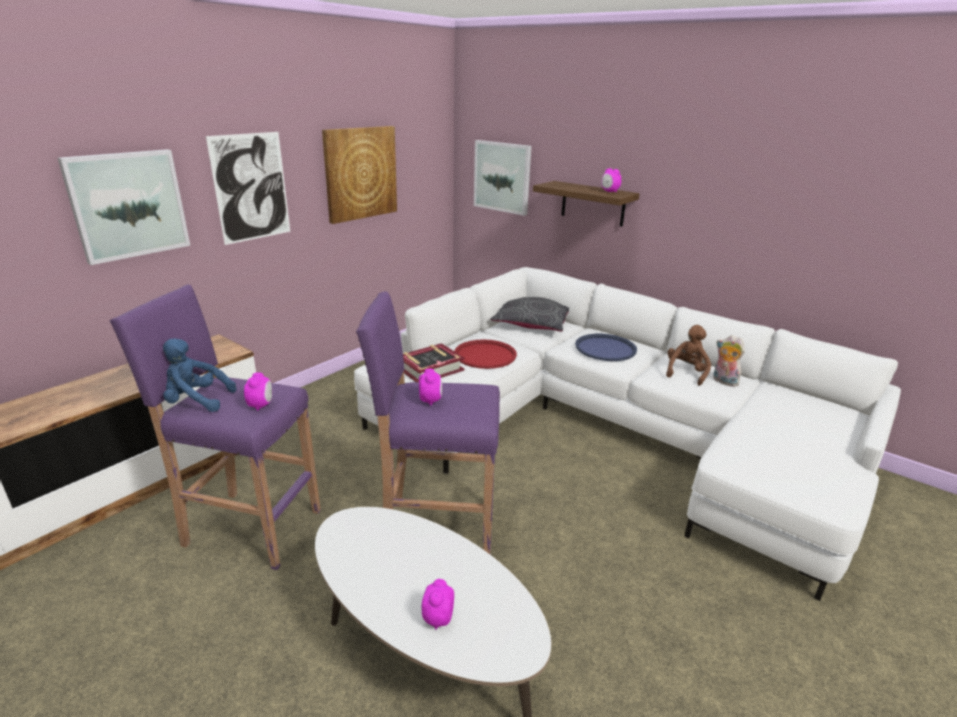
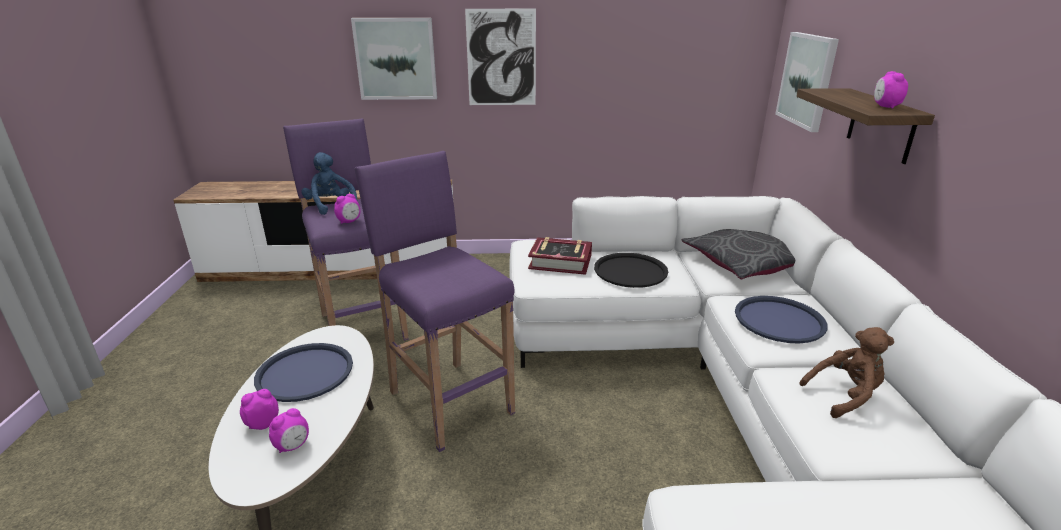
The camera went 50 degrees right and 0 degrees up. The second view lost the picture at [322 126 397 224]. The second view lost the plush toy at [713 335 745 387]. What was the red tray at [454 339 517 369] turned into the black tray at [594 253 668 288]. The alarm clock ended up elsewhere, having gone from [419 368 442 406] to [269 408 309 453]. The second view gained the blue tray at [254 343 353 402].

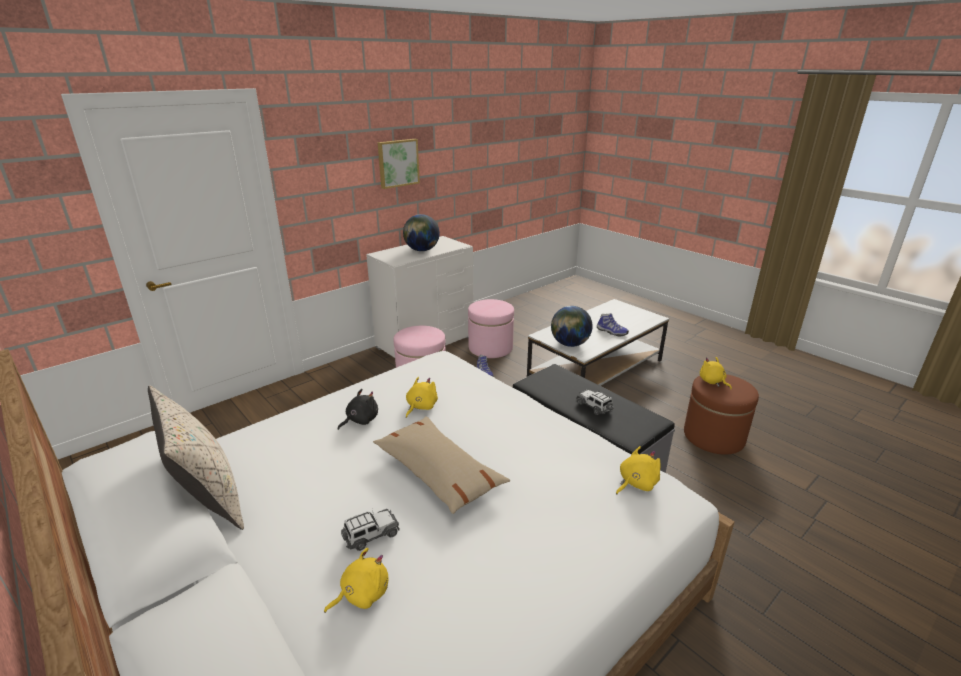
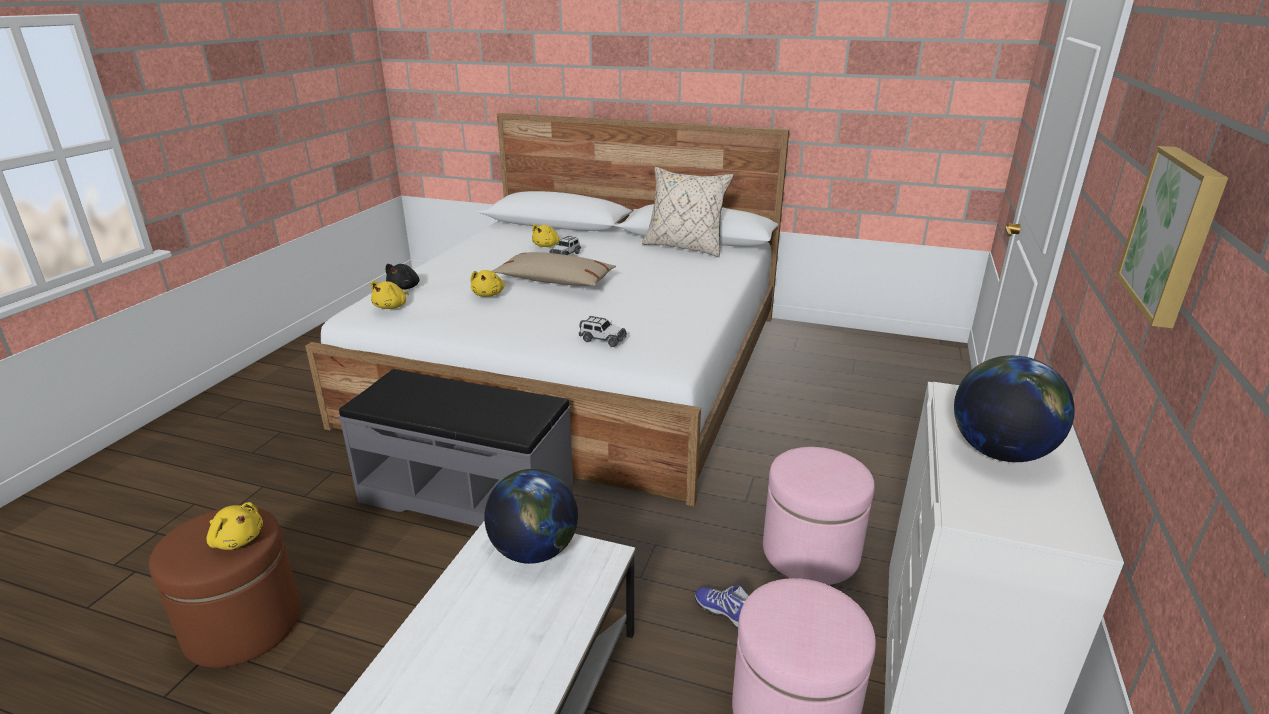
The camera went 150 degrees right and 0 degrees up. The second view lost the shoe at [597 313 629 337]. The yellow plush toy ended up elsewhere, having gone from [406 377 438 418] to [470 270 504 297]. The black plush toy ended up elsewhere, having gone from [337 389 378 430] to [386 264 419 290]. The toy car ended up elsewhere, having gone from [576 389 613 415] to [579 316 627 347].

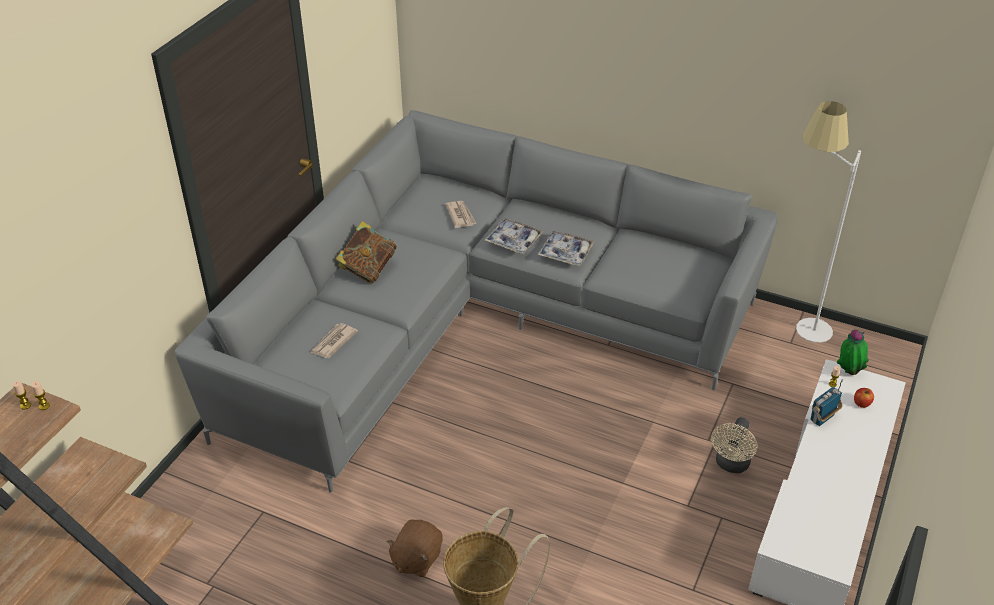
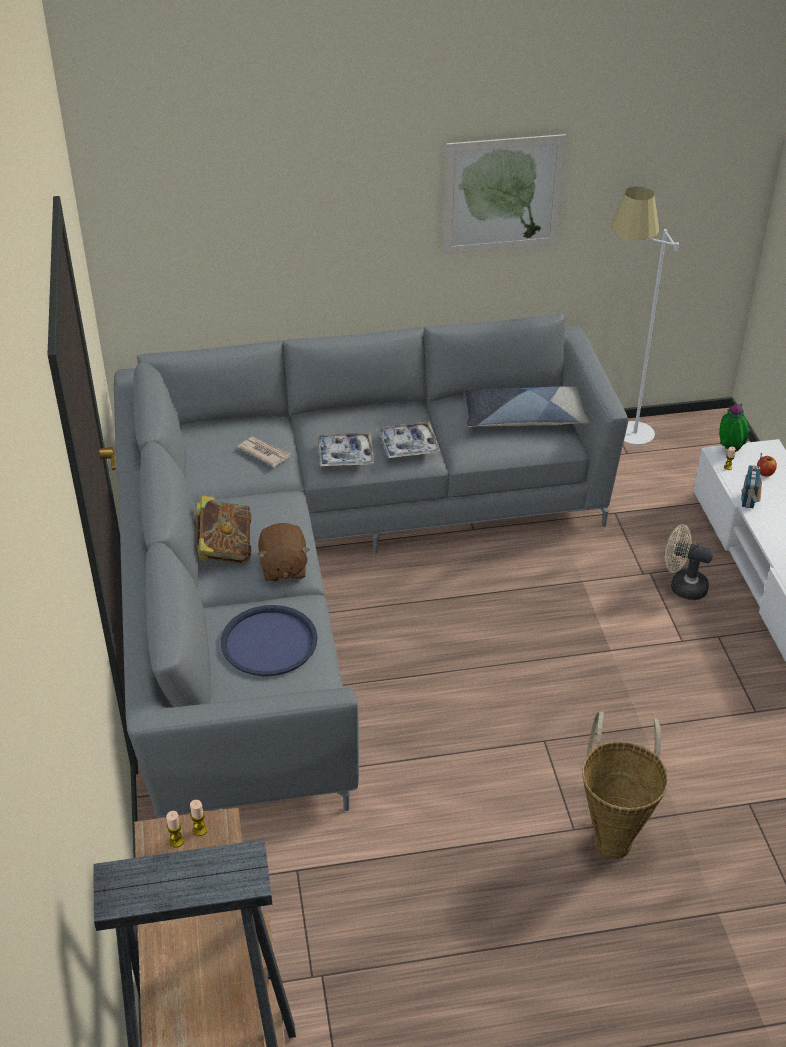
The camera went 35 degrees left and 0 degrees up. Where the newspaper stood at [311 323 358 358], the blue tray came to stand at [220 605 318 676]. The beige fan at [711 417 757 473] ended up facing another way, 120 degrees clockwise from before. The brown plush toy ended up elsewhere, having gone from [386 520 443 577] to [257 523 310 582]. The second view gained the picture at [443 134 567 255]. The second view gained the pillow at [464 386 589 427].

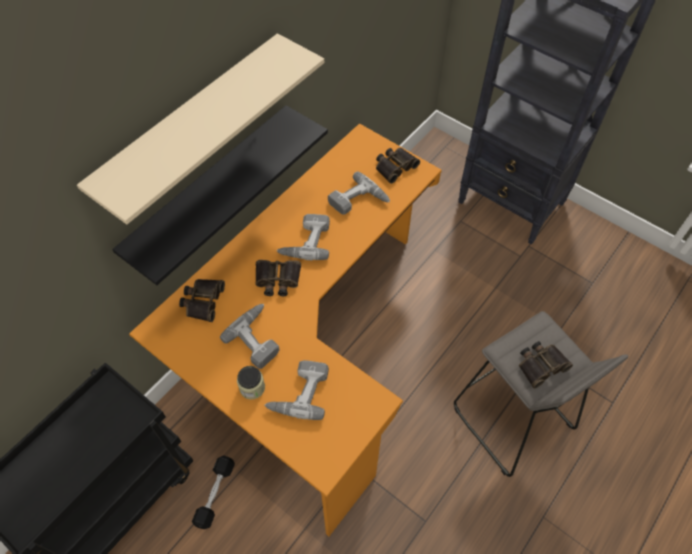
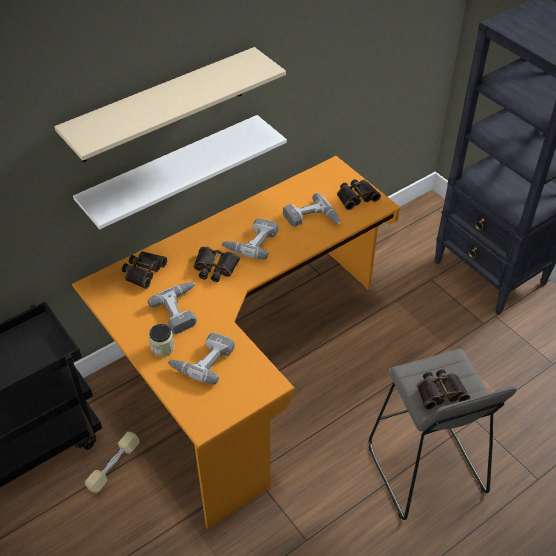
The camera went 15 degrees right and 10 degrees down. What was the black shelf at [112 105 328 285] turned into the white shelf at [73 115 287 229]. What was the black dumbbell at [192 455 235 529] turned into the beige dumbbell at [85 432 140 493].

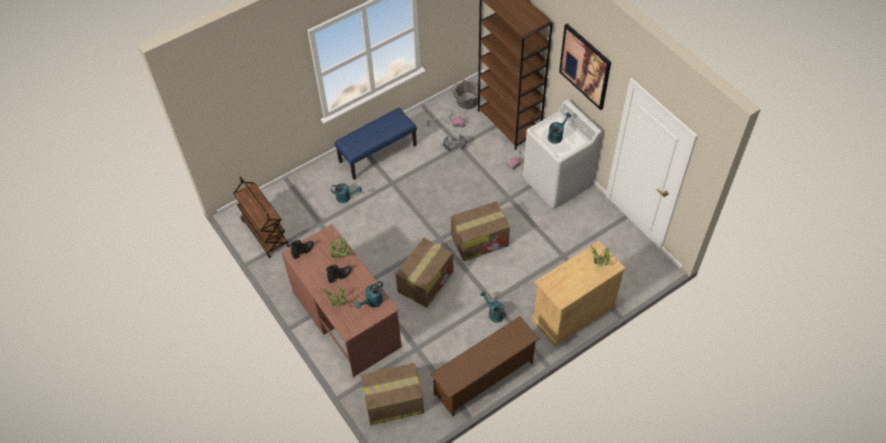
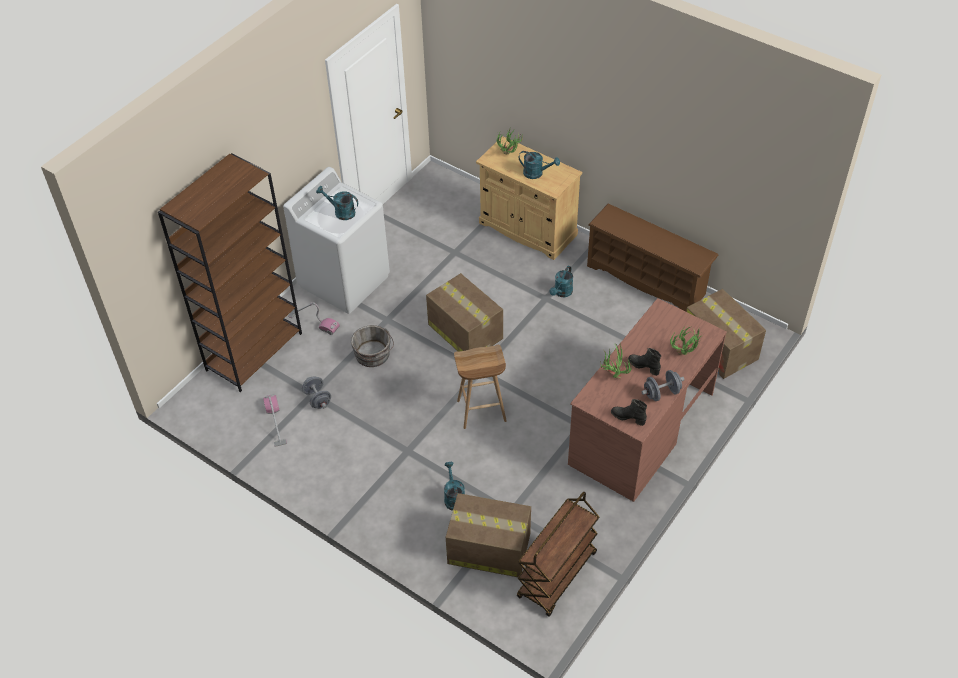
The camera went 110 degrees left and 5 degrees down. The second view lost the picture at [559 24 611 110]. The grey bucket ended up elsewhere, having gone from [452 80 481 109] to [351 325 394 367]. The second view lost the blue bench at [334 108 417 180]. The cardboard box ended up elsewhere, having gone from [396 237 454 308] to [446 493 531 577]. The turquoise watering can ended up elsewhere, having gone from [355 281 383 308] to [519 151 560 179]. The second view gained the brown stool at [454 345 507 429]. The second view gained the grey dumbbell at [641 370 685 401].

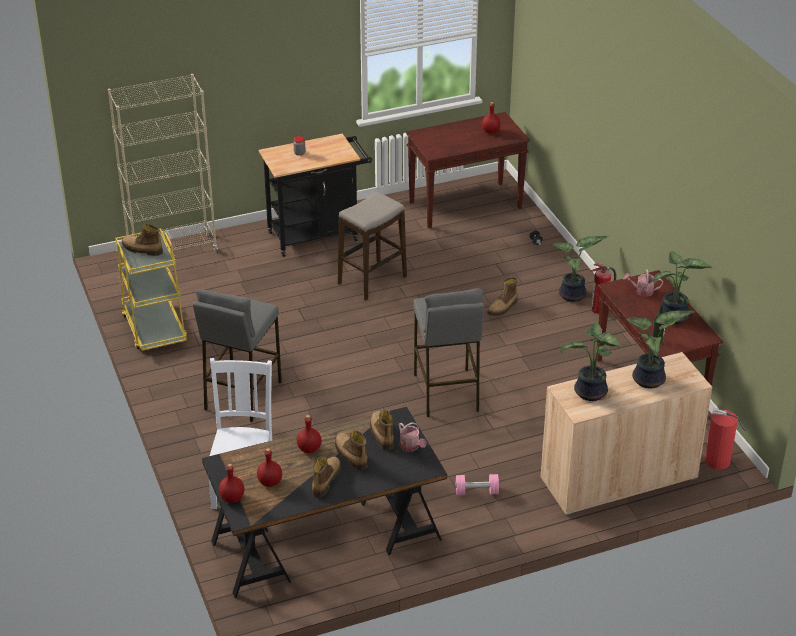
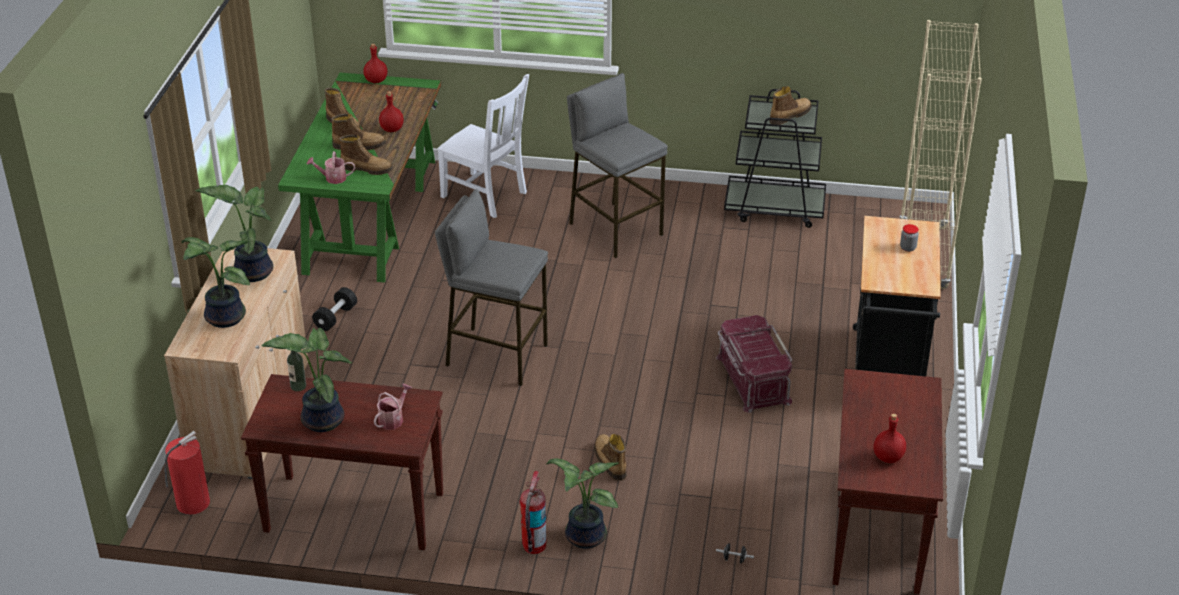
The camera went 120 degrees right and 0 degrees up. Where the stool stood at [338 192 407 301], the red storage box came to stand at [716 315 792 413]. What was the yellow cart at [116 229 187 351] turned into the black cart at [724 89 826 228]. What was the black desk at [202 407 447 598] turned into the green desk at [278 73 441 283]. The second view lost the red bottle at [257 448 282 487]. What was the pink dumbbell at [455 474 499 495] turned into the black dumbbell at [312 287 357 331].

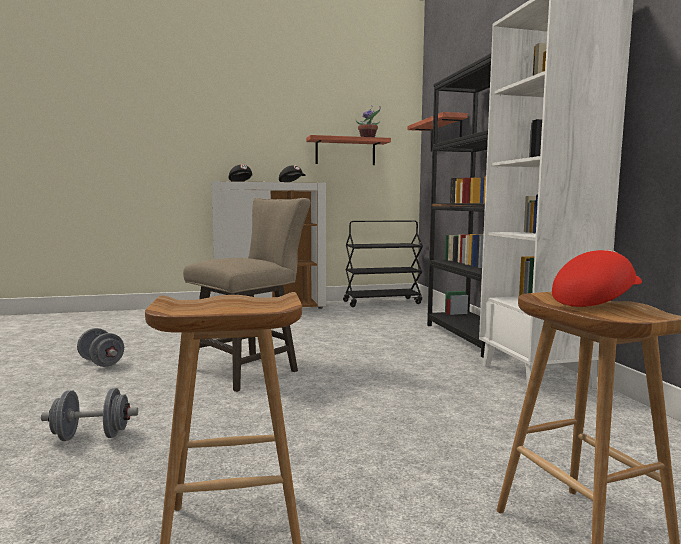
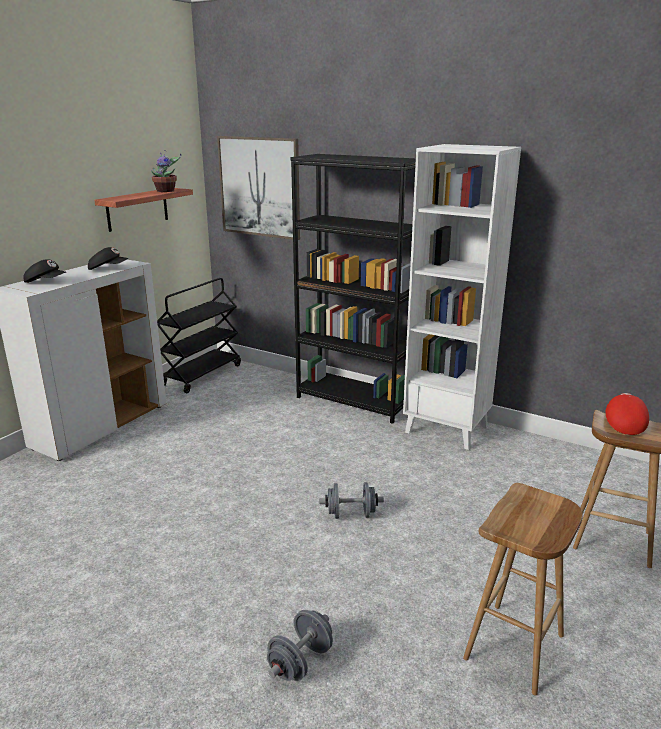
The camera went 45 degrees left and 15 degrees up. Where the shelf hung at [407 112 468 152], the picture came to hang at [217 136 300 240]. The second view lost the beige stool at [183 198 311 392]. The grey dumbbell ended up elsewhere, having gone from [77 328 124 367] to [319 482 384 519].

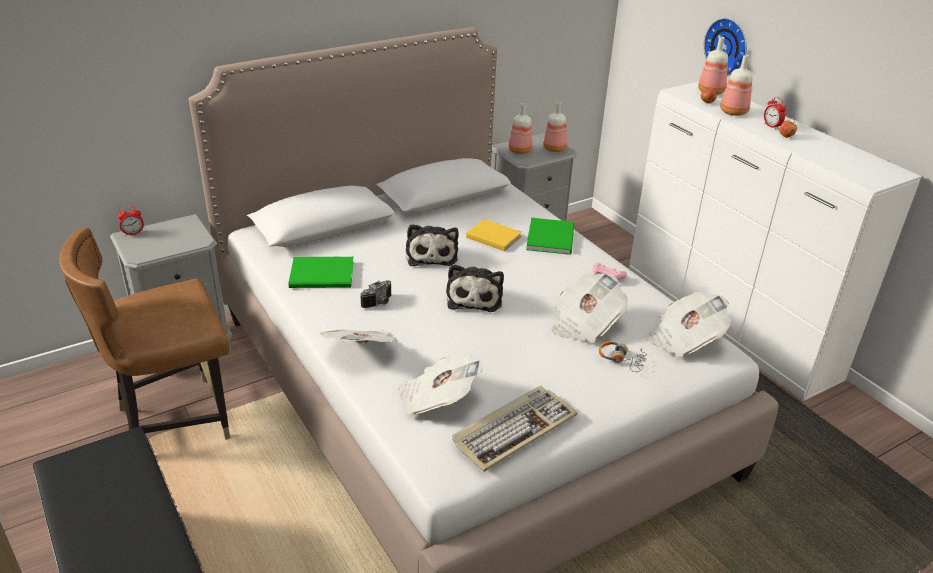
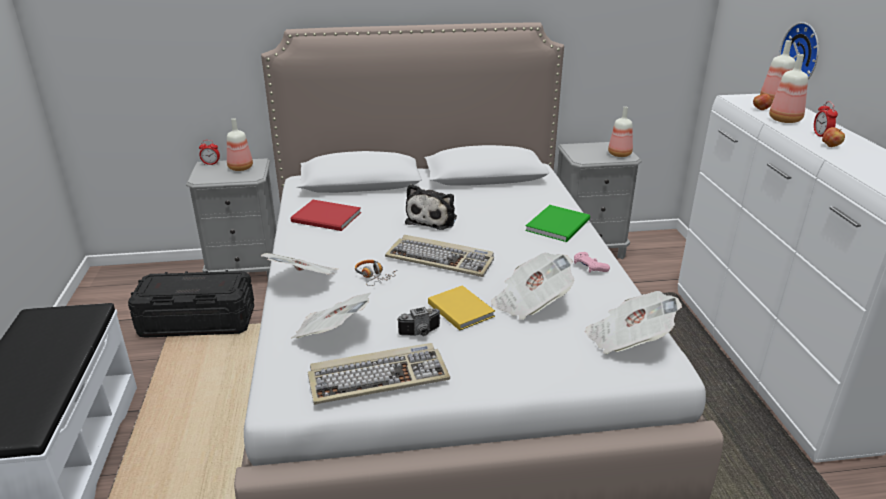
The camera went 25 degrees right and 5 degrees down. The bottle ended up elsewhere, having gone from [508 103 532 154] to [227 118 253 171]. The yellow book ended up elsewhere, having gone from [466 219 522 251] to [428 285 495 331]. Where the brown chair stood at [59 228 230 440], the black storage box came to stand at [128 270 254 338]. What was the green book at [288 257 354 288] turned into the red book at [291 200 361 231]. Where the plush toy stood at [446 264 504 312], the keyboard came to stand at [385 235 494 277]. The photo camera ended up elsewhere, having gone from [360 280 391 308] to [397 307 440 336]. The headphones ended up elsewhere, having gone from [599 341 647 372] to [355 260 397 286].

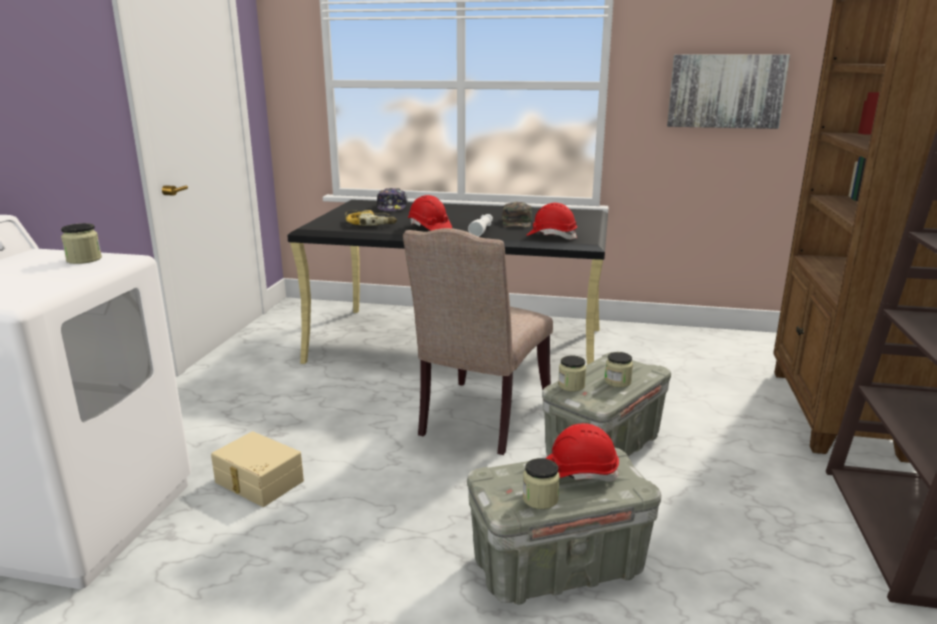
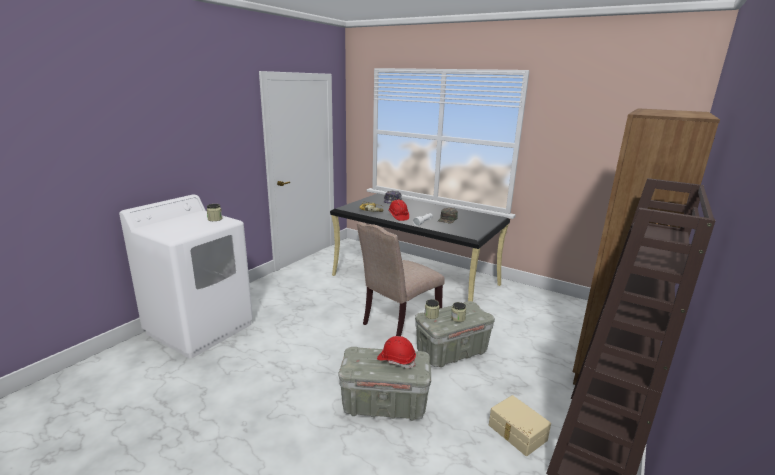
The camera went 20 degrees right and 0 degrees up. The second view lost the picture at [667 55 790 129]. The second view lost the red hard hat at [526 203 577 239]. The beige storage box ended up elsewhere, having gone from [211 431 304 507] to [489 395 551 456]. The second view lost the jar at [523 458 560 509].

